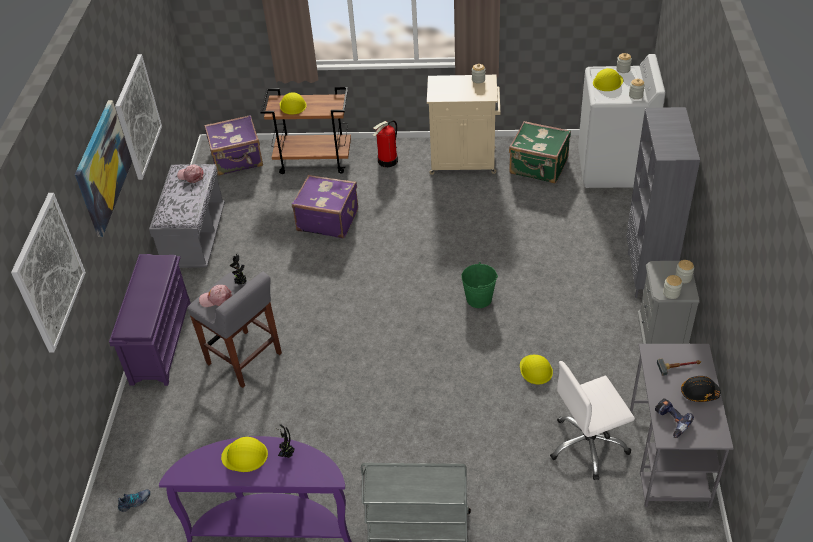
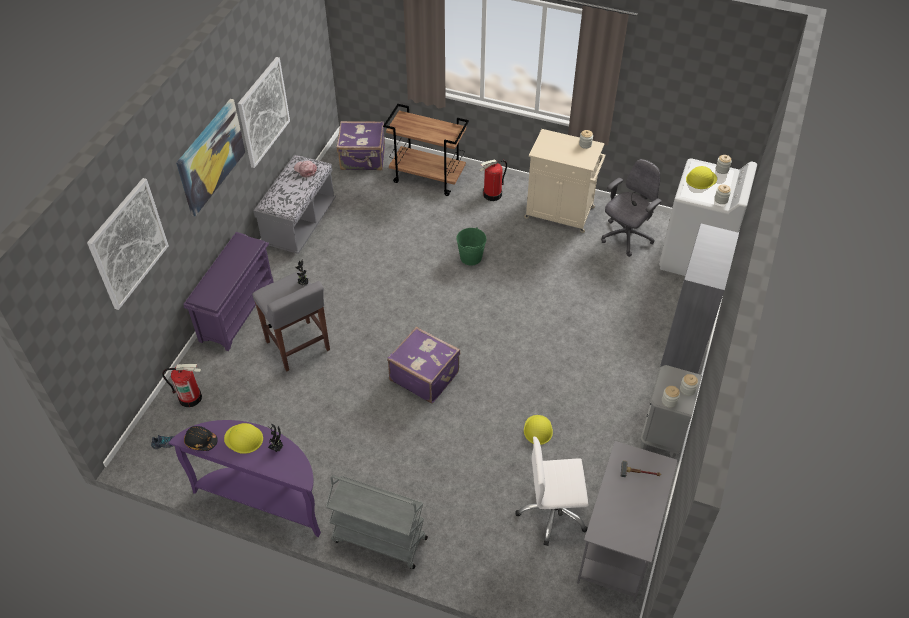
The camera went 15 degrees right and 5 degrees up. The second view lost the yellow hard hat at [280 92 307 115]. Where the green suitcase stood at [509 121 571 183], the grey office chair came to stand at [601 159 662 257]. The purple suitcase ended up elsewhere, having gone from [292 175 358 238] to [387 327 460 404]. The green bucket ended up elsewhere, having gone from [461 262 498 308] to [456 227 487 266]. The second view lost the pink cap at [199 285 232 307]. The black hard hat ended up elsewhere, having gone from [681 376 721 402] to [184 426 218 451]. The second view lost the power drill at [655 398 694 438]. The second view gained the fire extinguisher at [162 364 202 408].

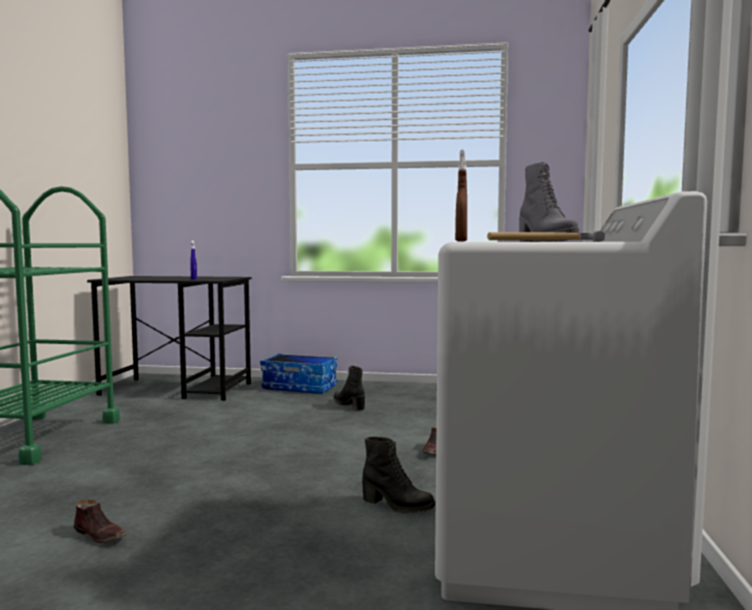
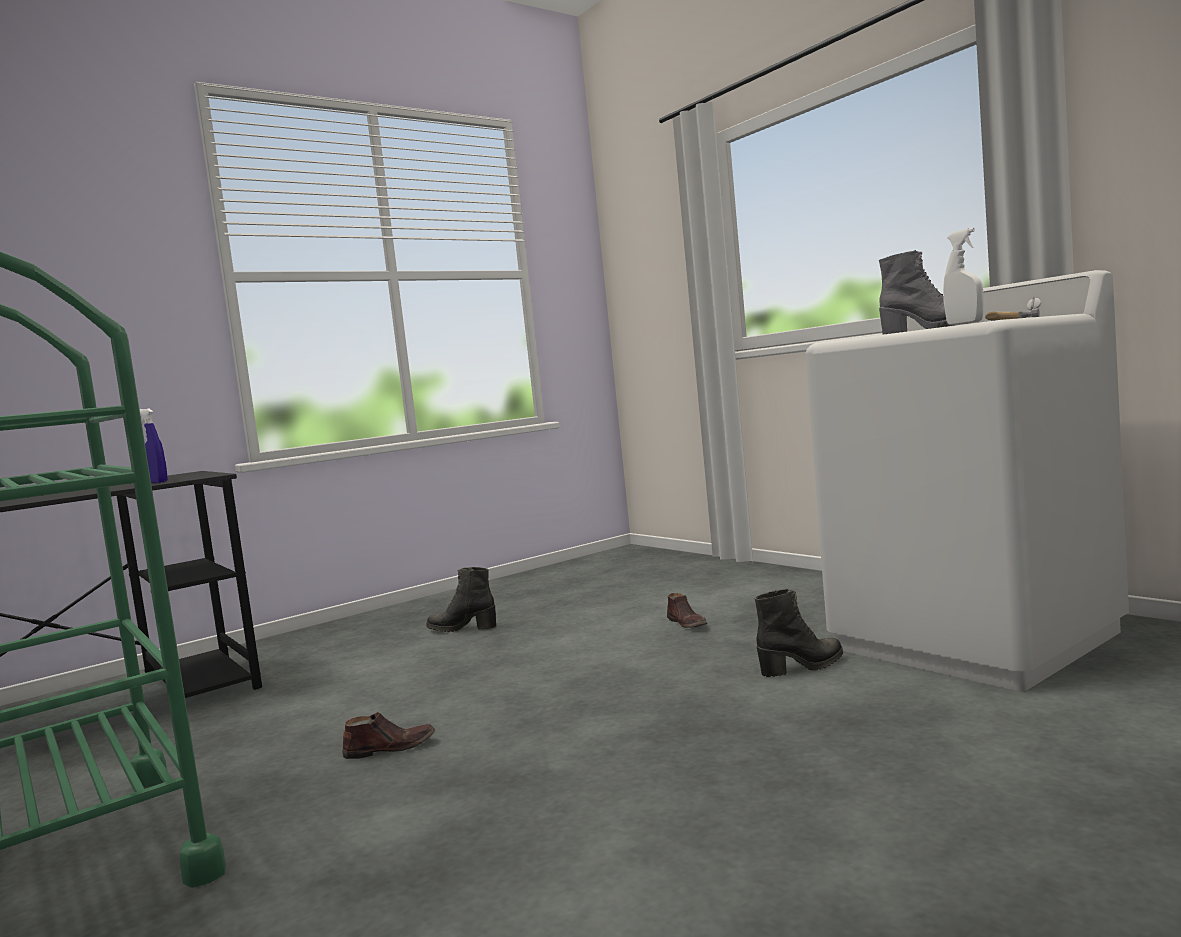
The camera went 45 degrees left and 0 degrees up. What was the brown spray bottle at [455 150 467 242] turned into the white spray bottle at [943 228 984 326]. The second view lost the storage box at [260 354 338 394]. The brown shoe ended up elsewhere, having gone from [74 500 126 543] to [342 712 435 759].

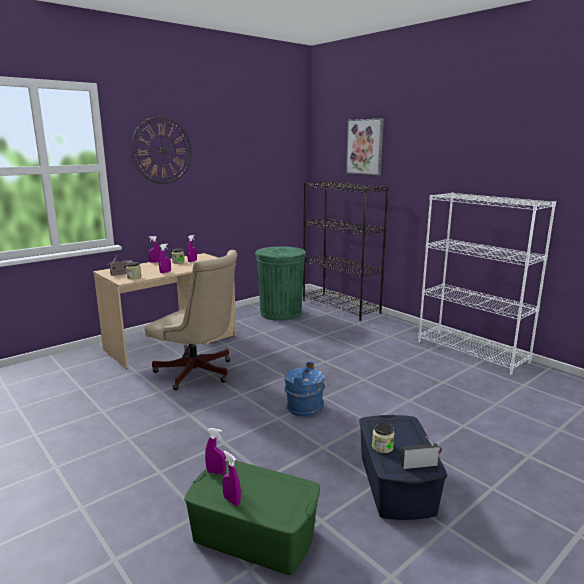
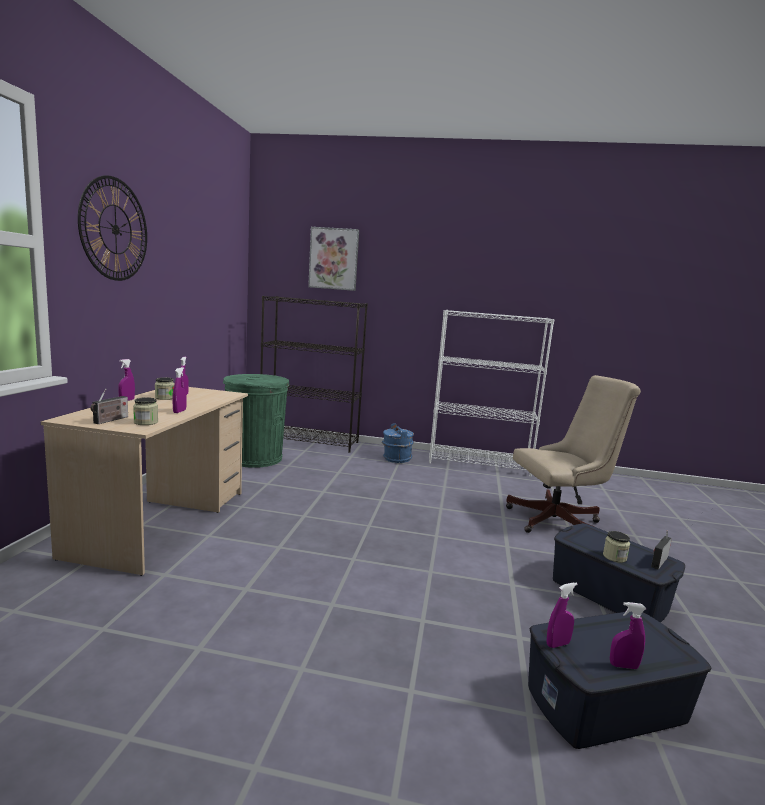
The camera went 40 degrees left and 5 degrees down. The beige office chair ended up elsewhere, having gone from [145 250 237 390] to [506 375 641 533]. The blue bucket ended up elsewhere, having gone from [284 361 325 417] to [382 423 414 463]. What was the green storage box at [184 460 320 575] turned into the blue storage box at [528 611 711 749].

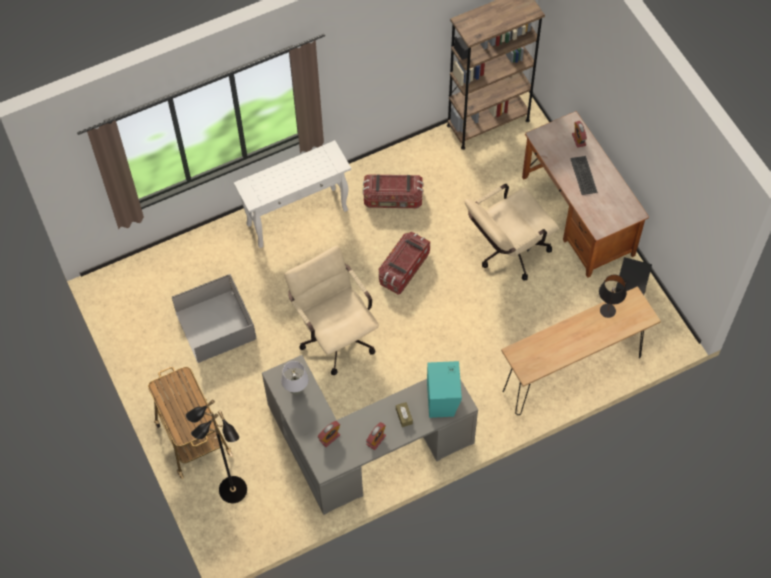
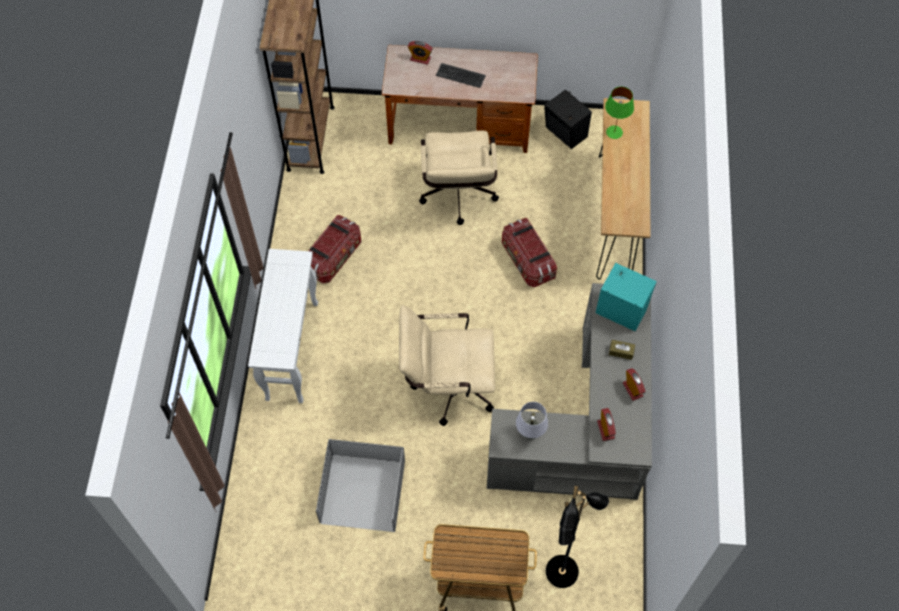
The camera went 60 degrees left and 0 degrees up. The storage box ended up elsewhere, having gone from [378 232 430 295] to [502 218 557 287]. What was the black table lamp at [599 275 626 318] turned into the green table lamp at [605 87 634 139].

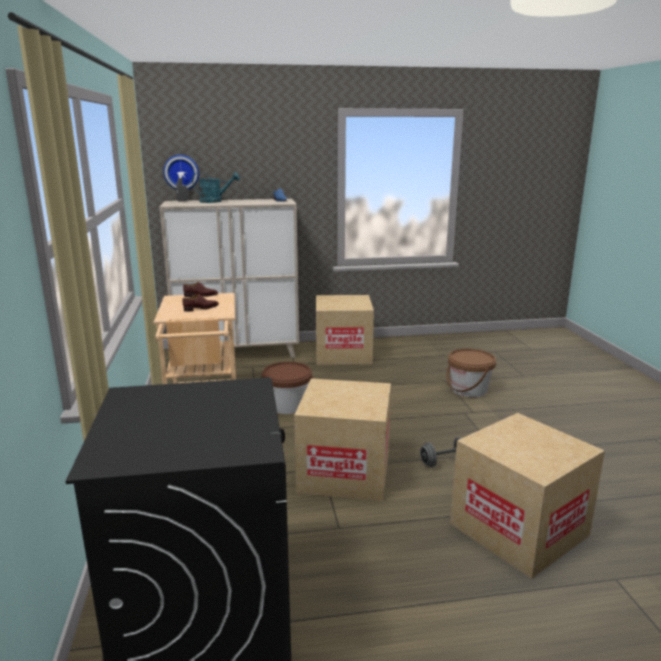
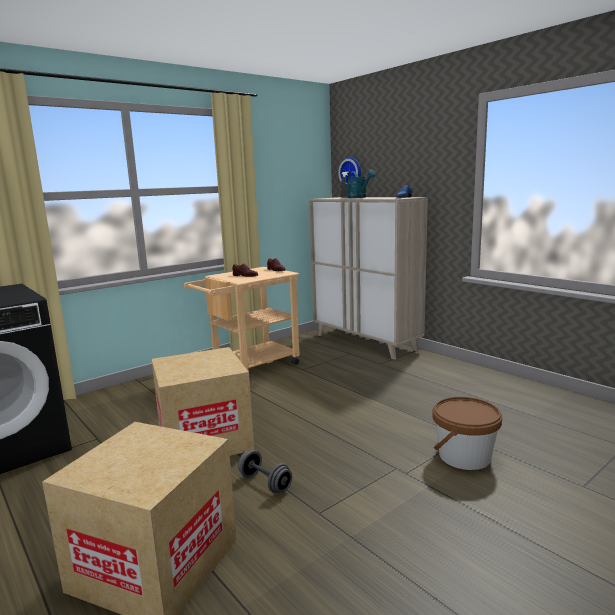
The camera went 60 degrees right and 5 degrees down. The second view lost the cardboard box at [316 295 374 365]. The second view lost the brown bucket at [262 362 314 414].

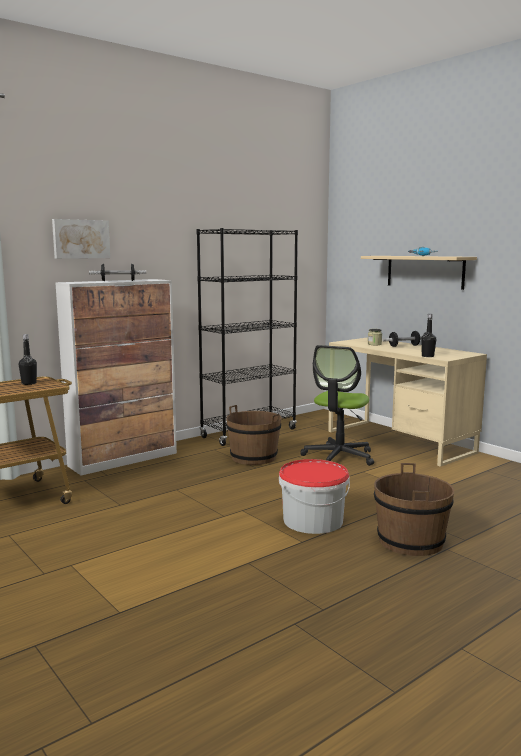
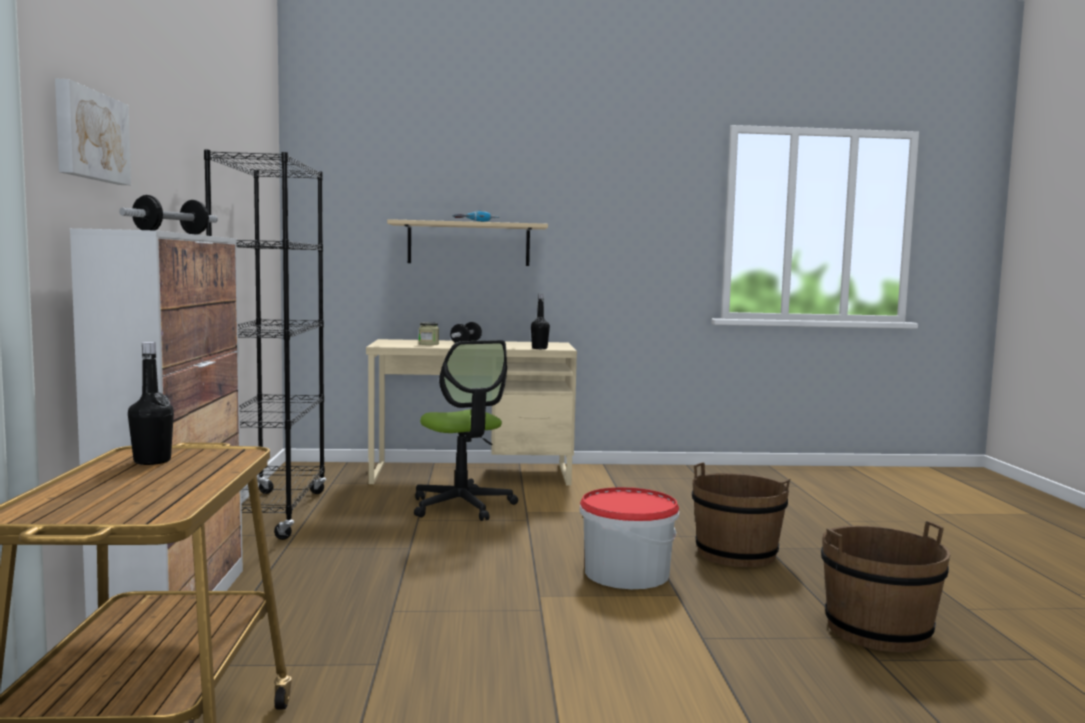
The camera went 55 degrees left and 5 degrees down. The brown bucket ended up elsewhere, having gone from [226 405 282 465] to [821 521 950 652].

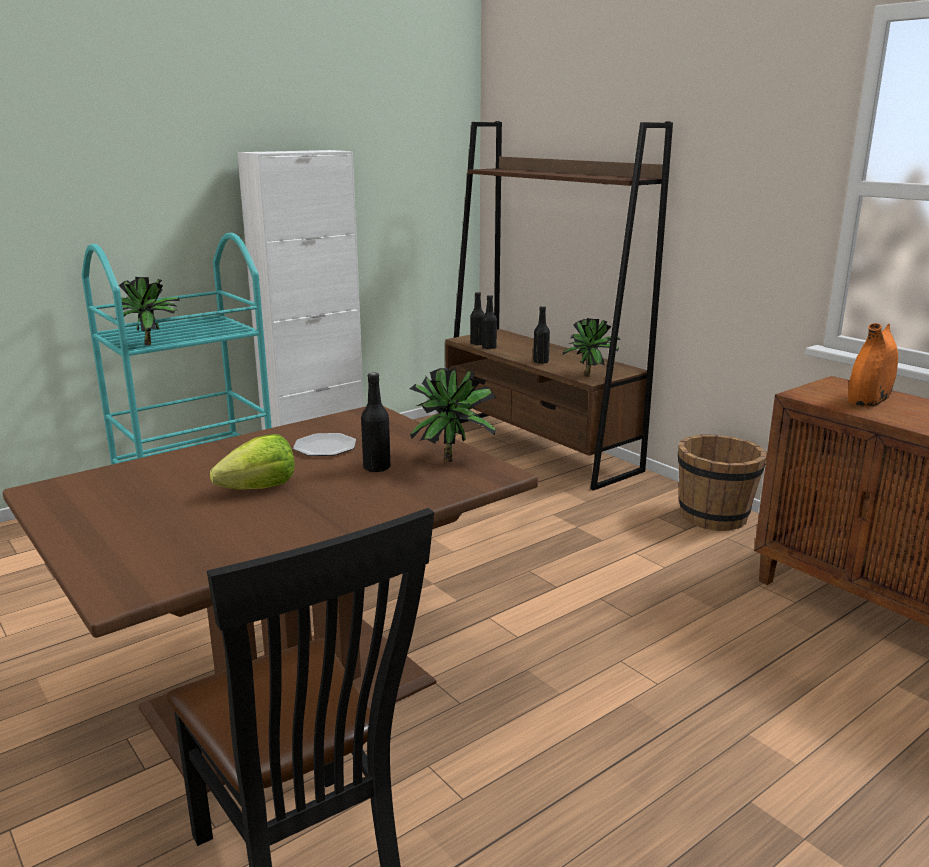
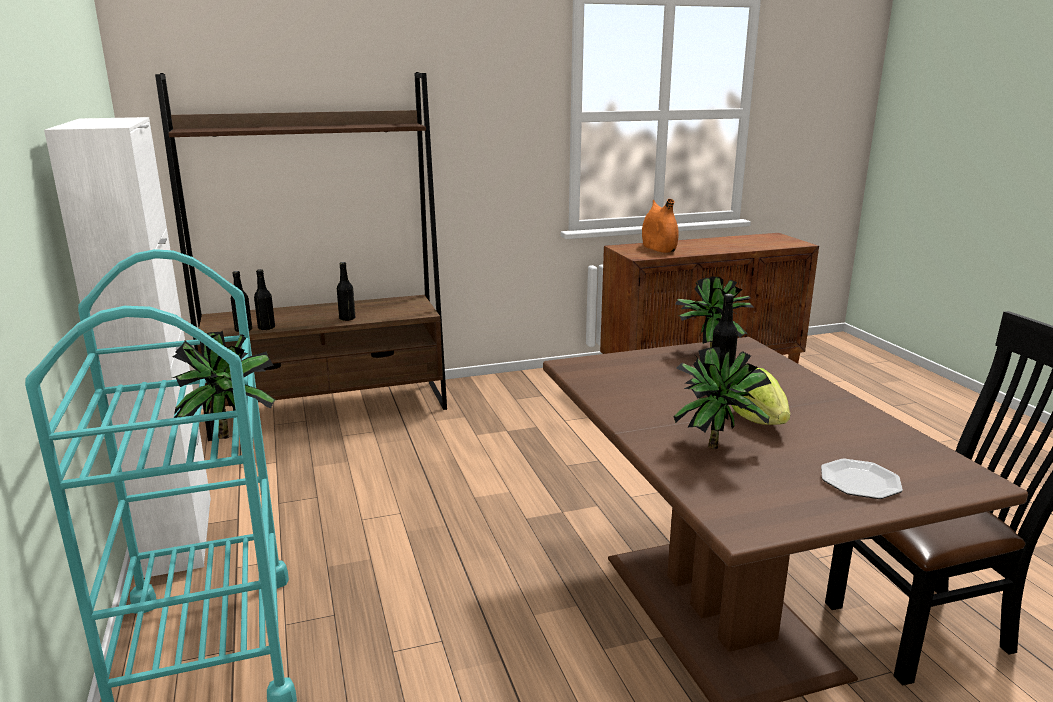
The camera went 70 degrees left and 0 degrees up. The potted plant ended up elsewhere, having gone from [563 318 621 377] to [673 347 771 449]. The plate ended up elsewhere, having gone from [293 433 356 456] to [821 459 903 499]. The second view lost the brown bucket at [678 435 767 531].

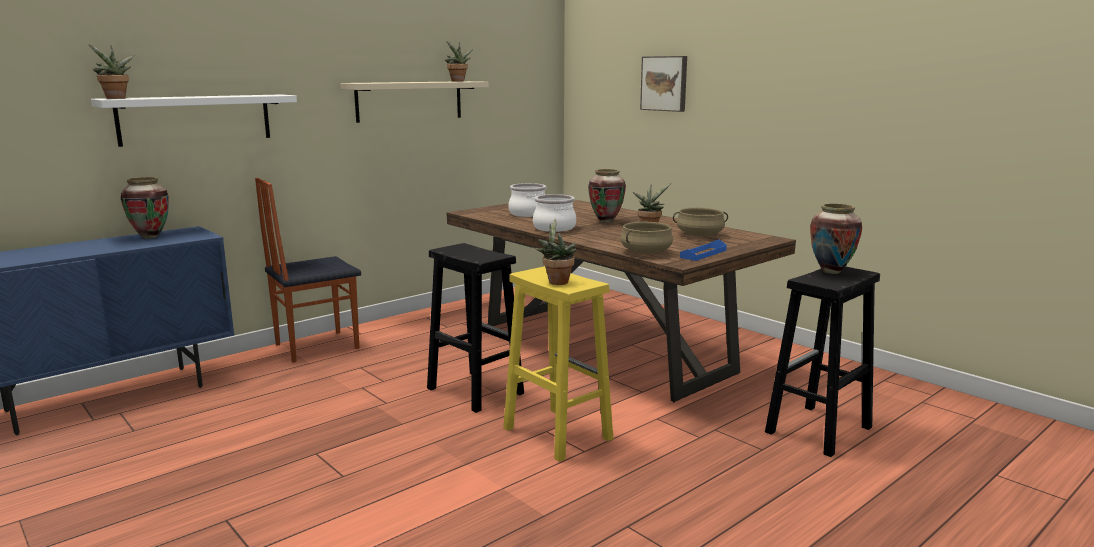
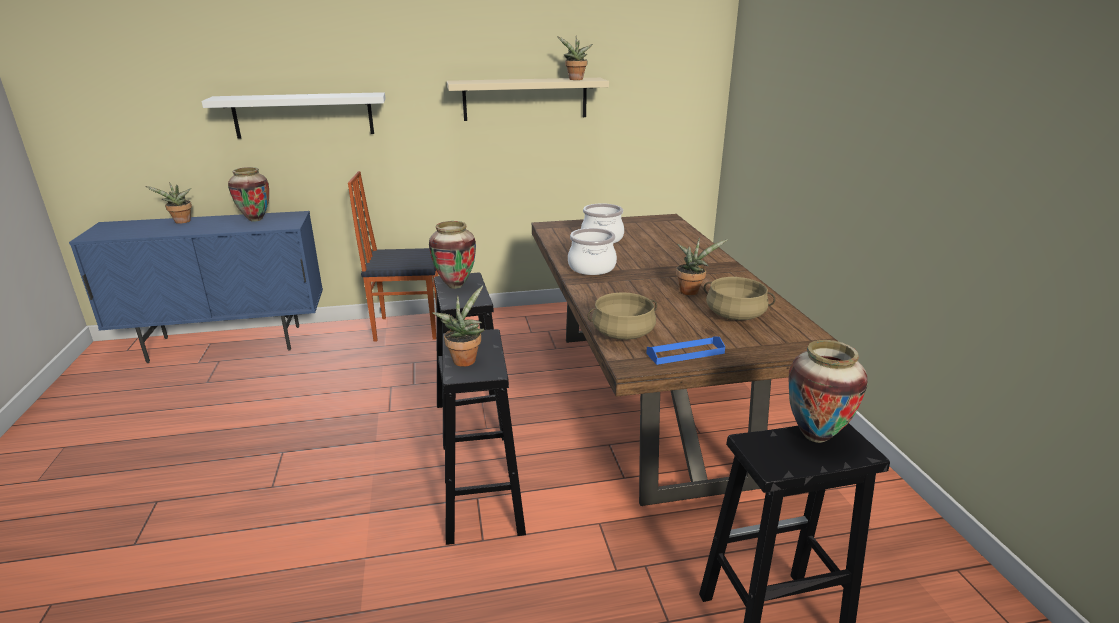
The camera went 30 degrees right and 10 degrees up. The potted plant ended up elsewhere, having gone from [88 44 134 99] to [145 182 192 224]. The second view lost the picture at [640 56 687 112]. The vase ended up elsewhere, having gone from [588 169 626 223] to [429 221 476 289]. What was the yellow stool at [503 266 614 462] turned into the black stool at [443 329 526 545].

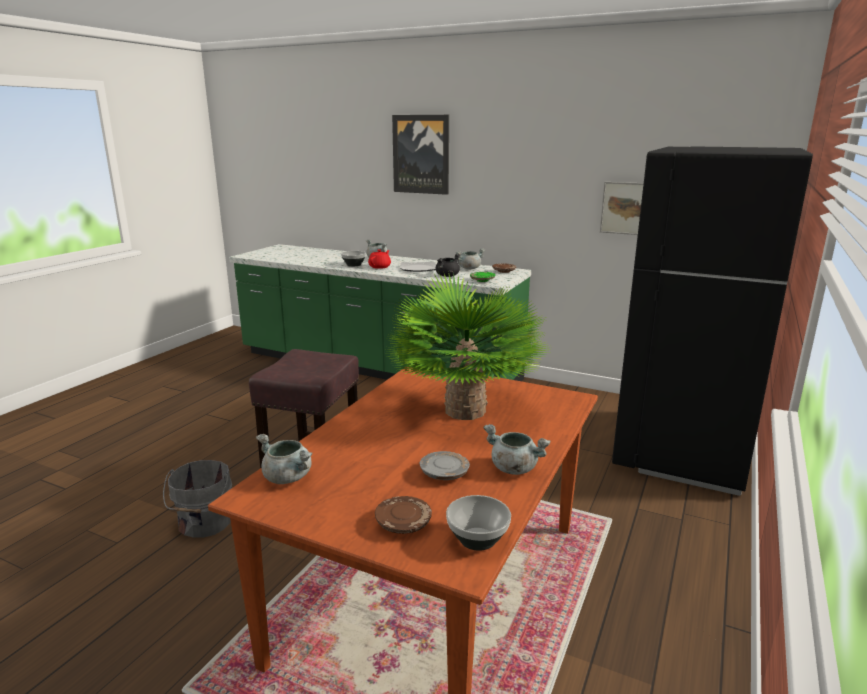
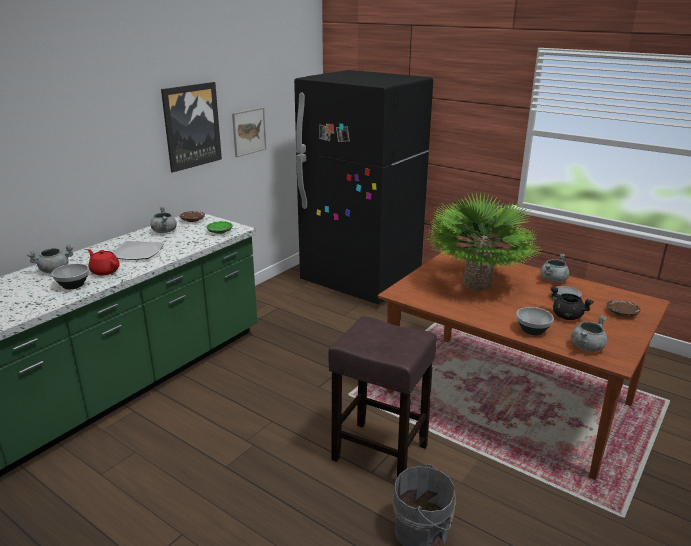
The camera went 80 degrees left and 5 degrees up. The picture ended up elsewhere, having gone from [392 115 449 195] to [161 82 222 173]. The black cooking pot ended up elsewhere, having gone from [436 254 460 277] to [550 287 594 320]. The bowl ended up elsewhere, having gone from [446 495 511 551] to [516 307 554 335].

